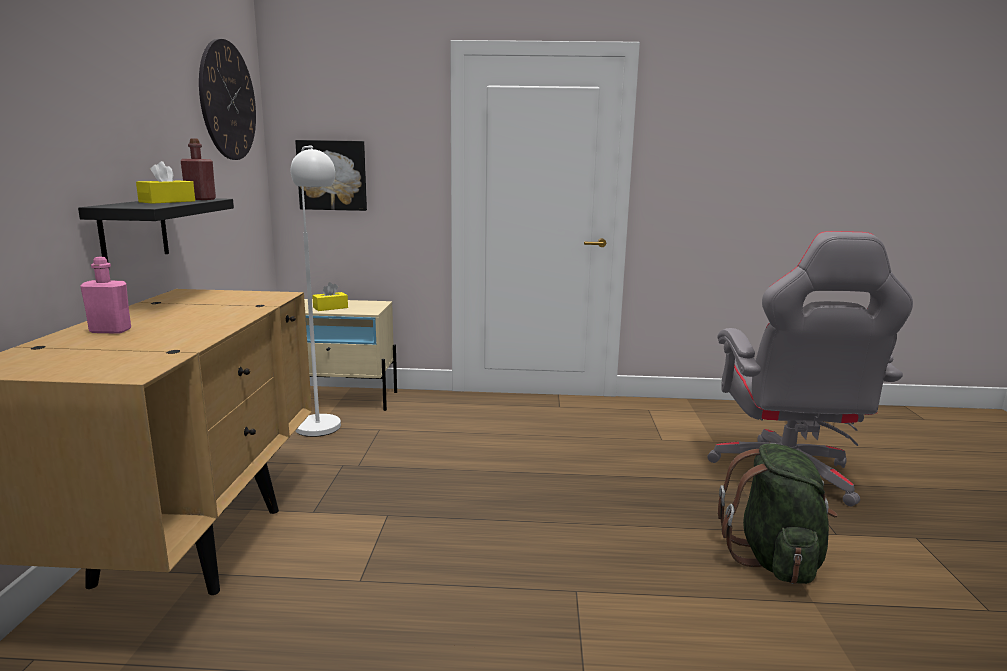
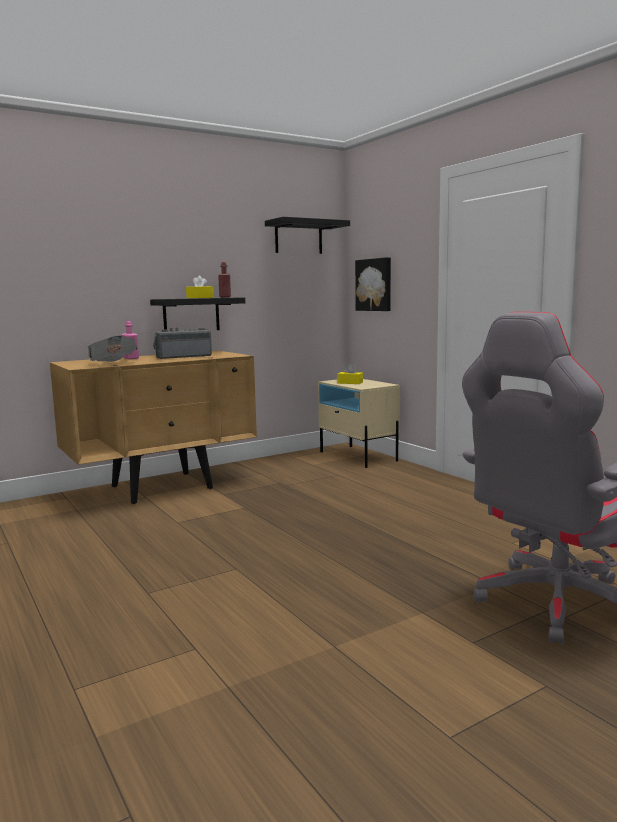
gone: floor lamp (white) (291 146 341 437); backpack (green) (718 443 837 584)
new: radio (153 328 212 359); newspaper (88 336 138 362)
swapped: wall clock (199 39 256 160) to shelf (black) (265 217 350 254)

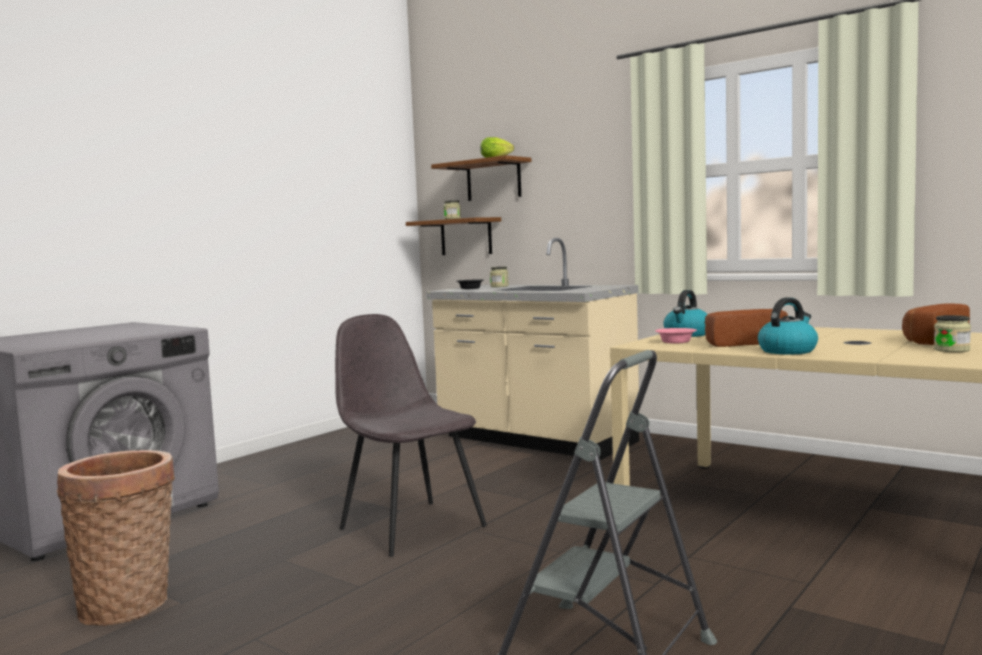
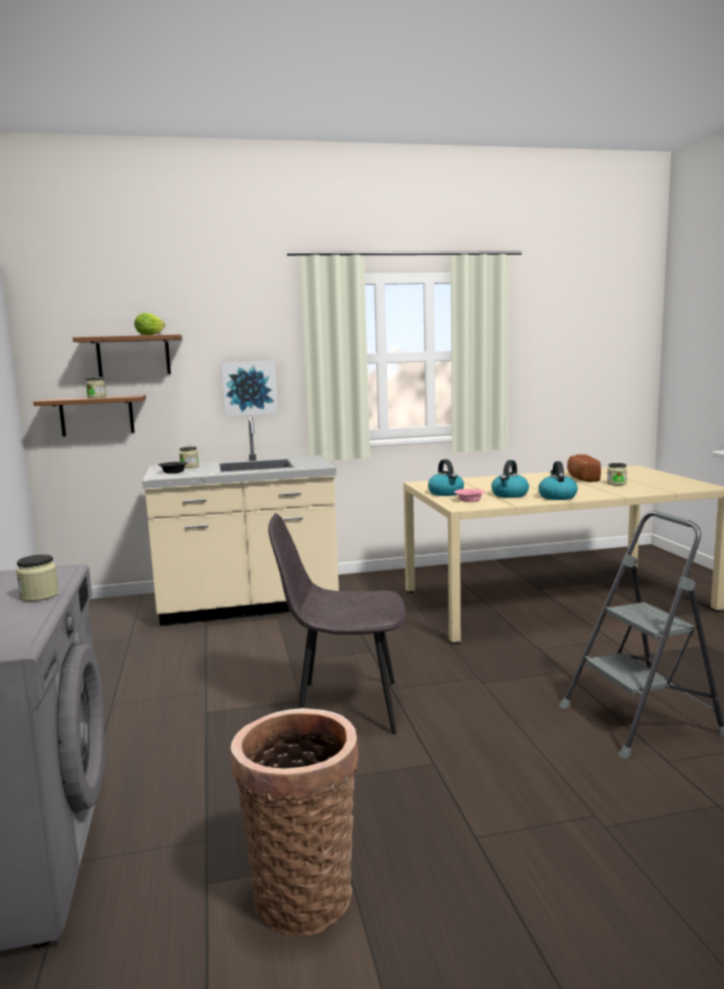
new: picture (221 360 278 416); jar (16 554 59 601)
swapped: bread (705 309 788 347) to kettle (491 460 529 498)

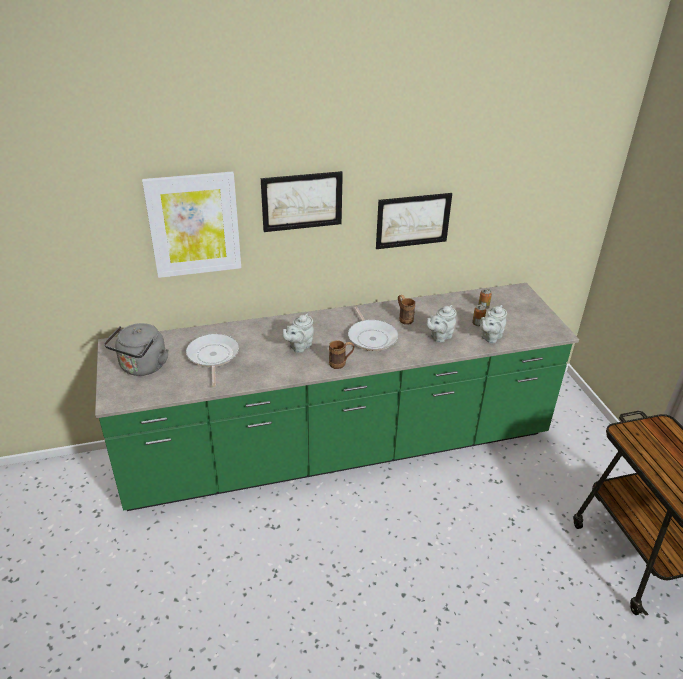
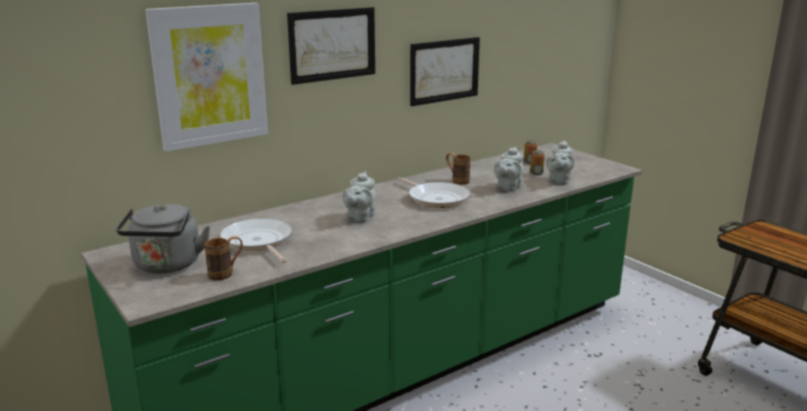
shifted: mug (brown) (329 340 354 369) to (205 236 243 280)

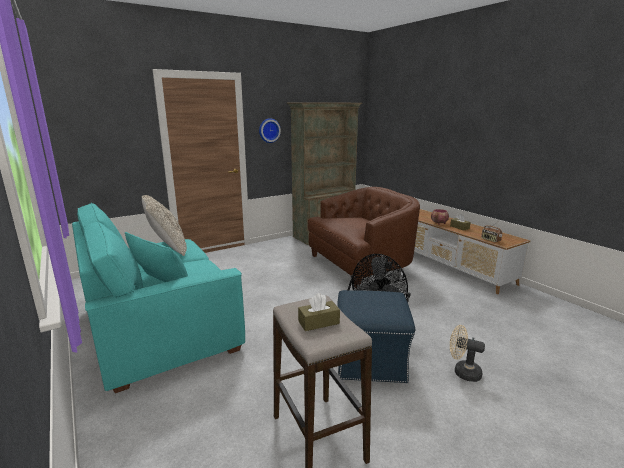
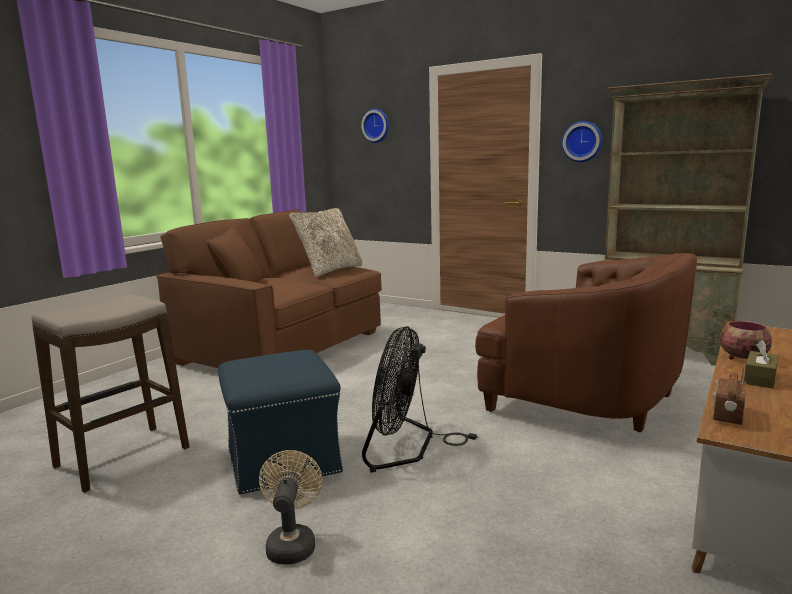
gone: tissue box (brown) (298 293 340 331)
new: wall clock (361 109 389 143)
repainted: sofa (turquoise) (72 203 245 393) to sofa (brown) (156 209 382 368)

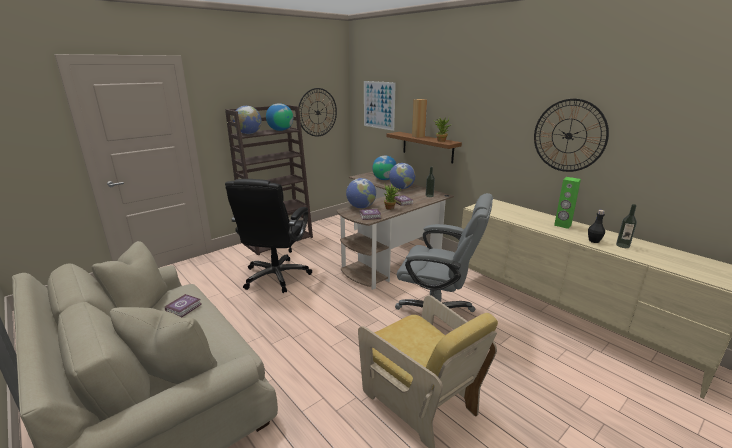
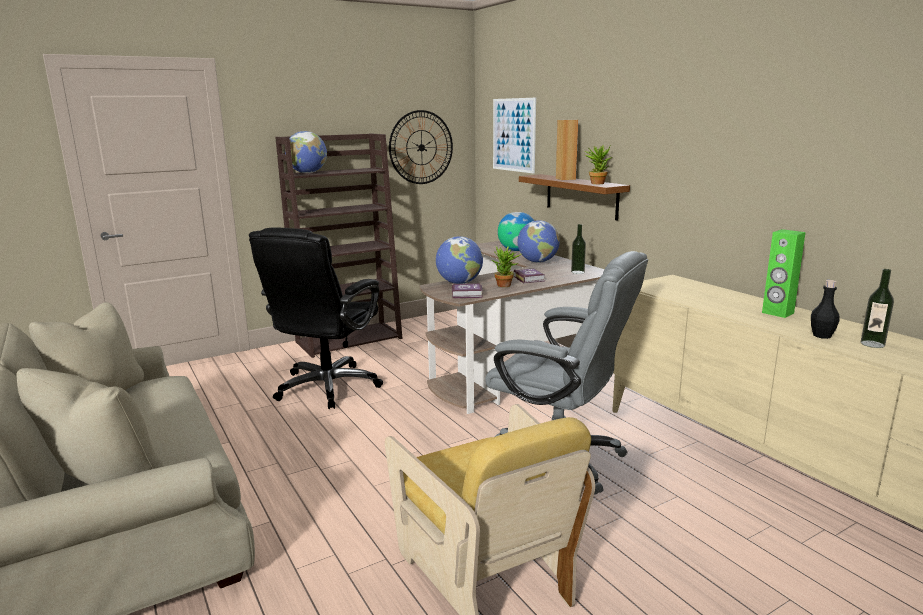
gone: wall clock (534 99 609 172); globe (266 103 293 131); book (165 294 202 317)

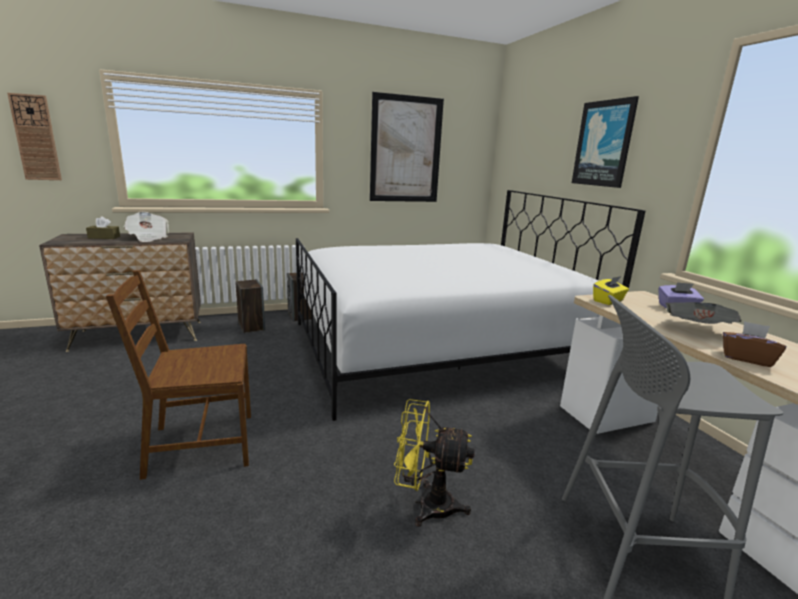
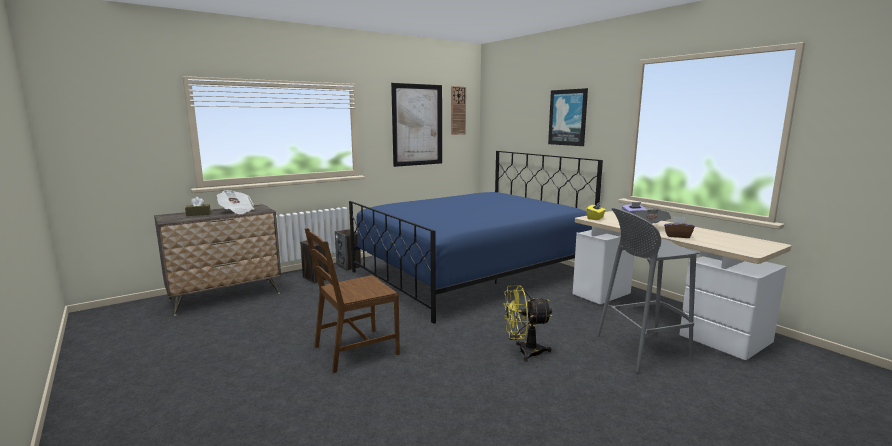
shifted: wall clock (7 93 62 180) to (451 86 466 135)
repainted: bed (white) (296 190 646 421) to bed (blue) (349 151 603 324)

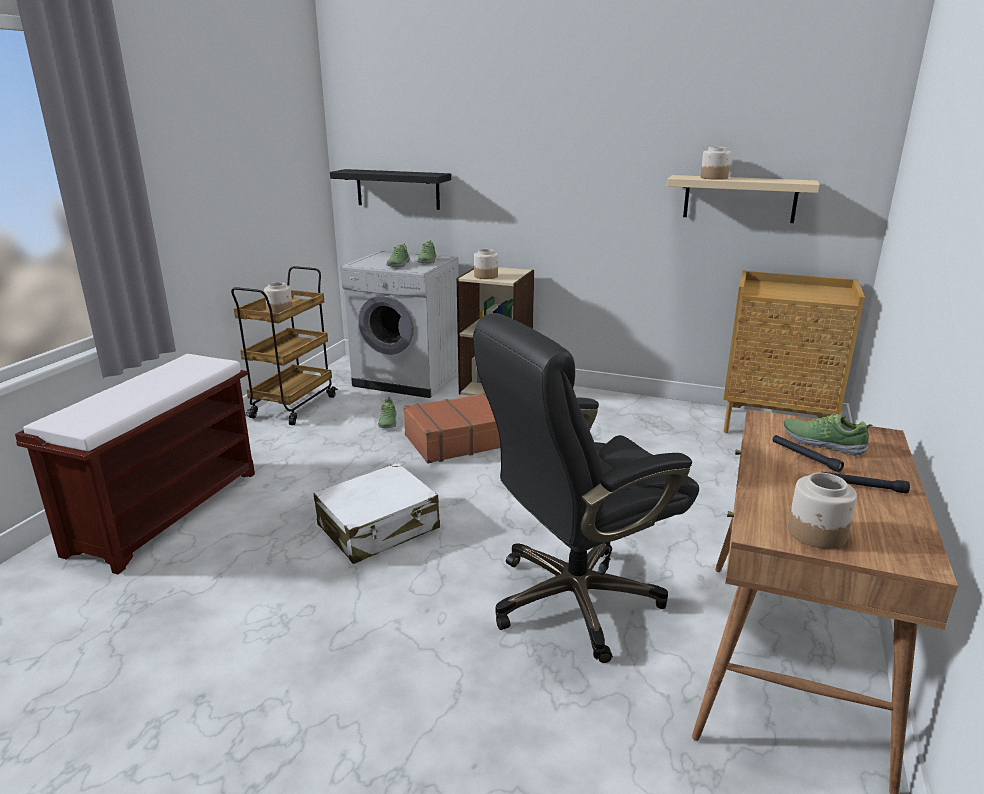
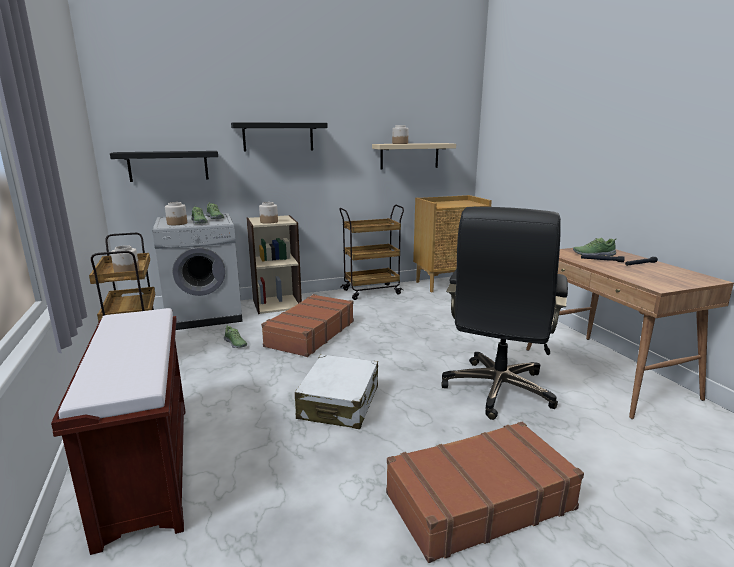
new: shelf (black) (231 122 328 152); cart (brown) (340 205 404 300); suitcase (brown) (386 422 584 563)
shifted: jar (788 473 857 549) to (165 202 187 225)

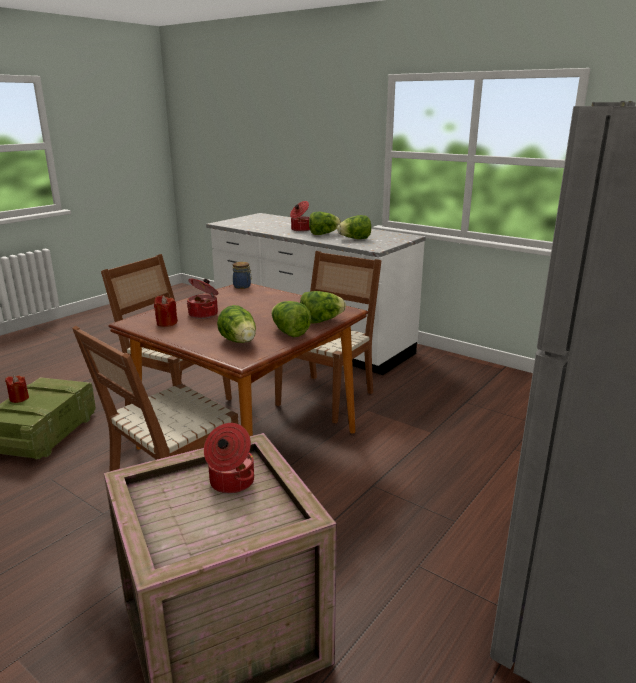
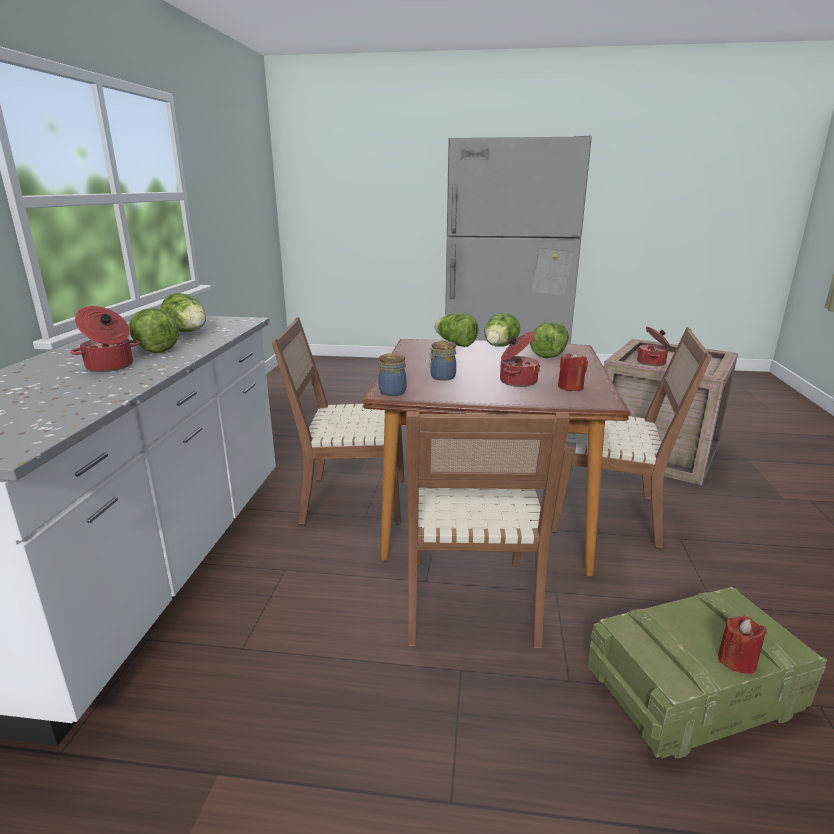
new: jar (429 341 456 381)

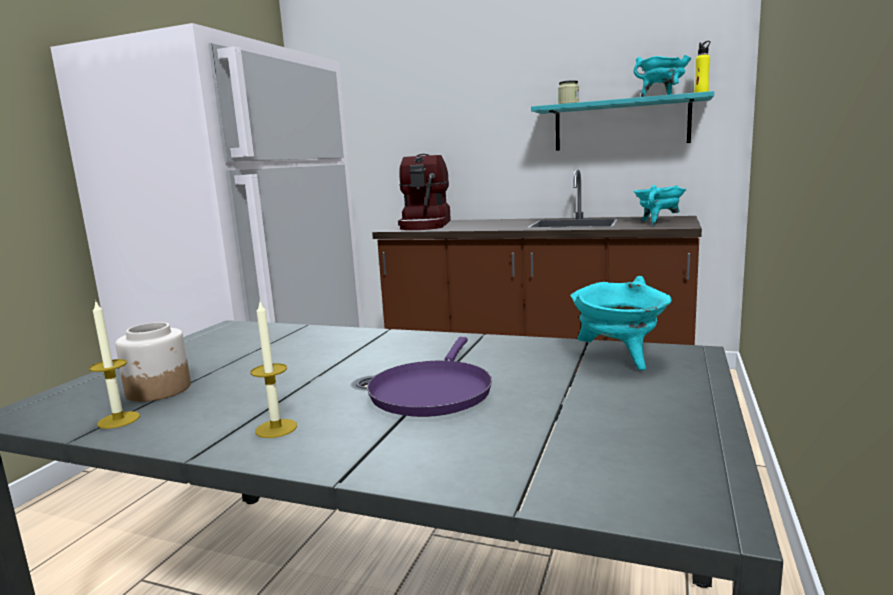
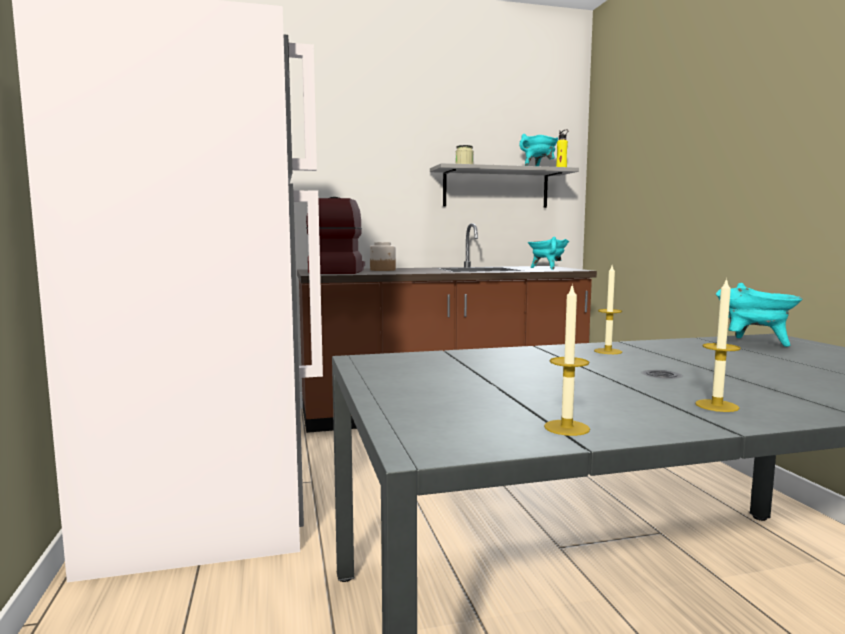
gone: frying pan (purple) (367 337 492 417)
new: candle (594 265 622 354)
shifted: jar (115 322 191 402) to (370 242 396 271)
repainted: shelf (turquoise) (531 91 714 151) to shelf (grey) (430 163 579 208)
rotated: coffee machine (398 154 451 230) = (306 197 365 274) 150 degrees counterclockwise

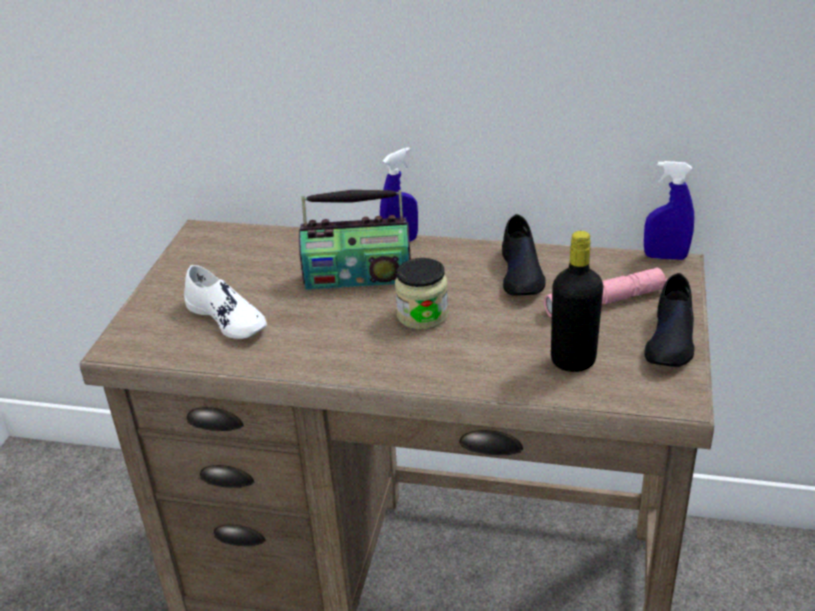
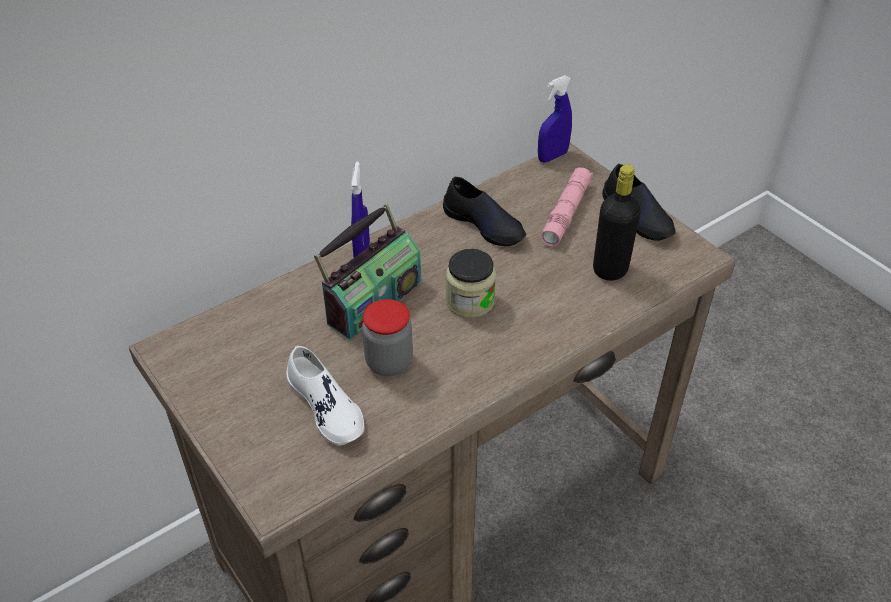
new: jar (362 299 413 376)
rotated: shoe (white) (184 265 267 339) = (286 346 365 446) 60 degrees clockwise

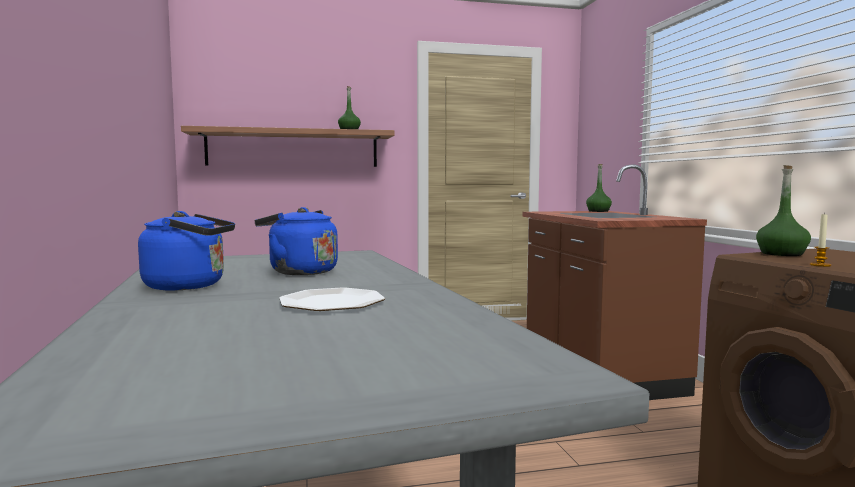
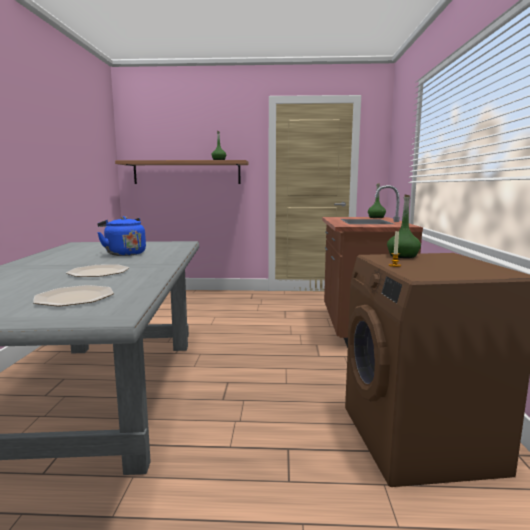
gone: kettle (blue) (138 211 235 290)
new: plate (33 285 114 306)

